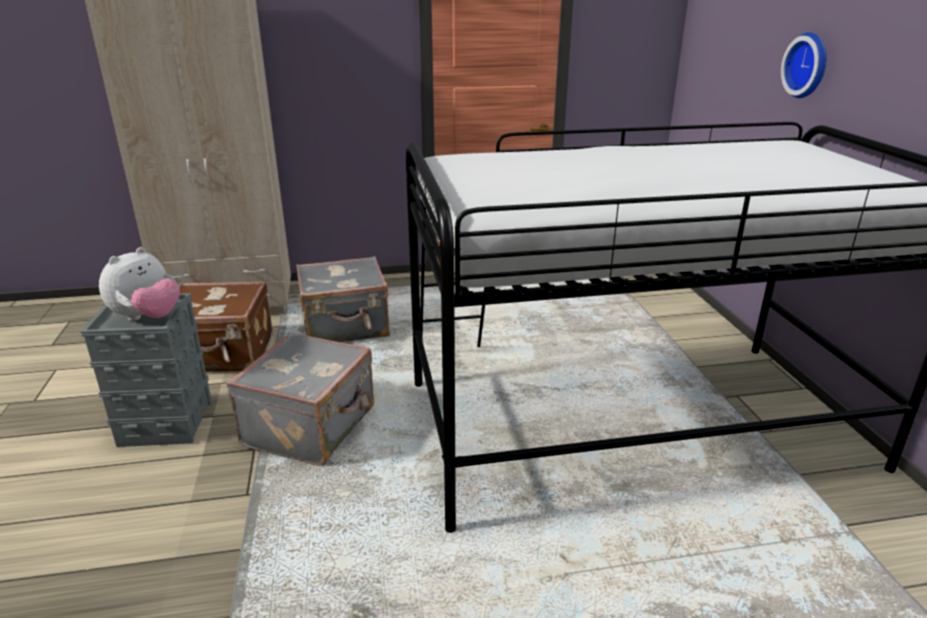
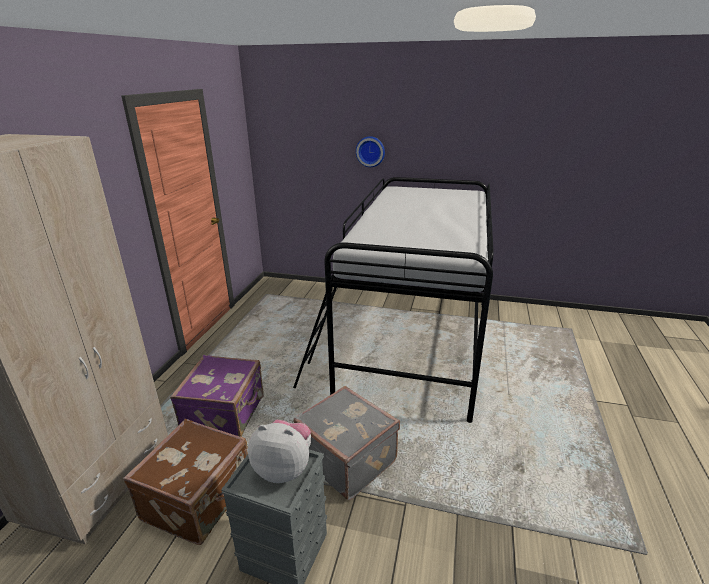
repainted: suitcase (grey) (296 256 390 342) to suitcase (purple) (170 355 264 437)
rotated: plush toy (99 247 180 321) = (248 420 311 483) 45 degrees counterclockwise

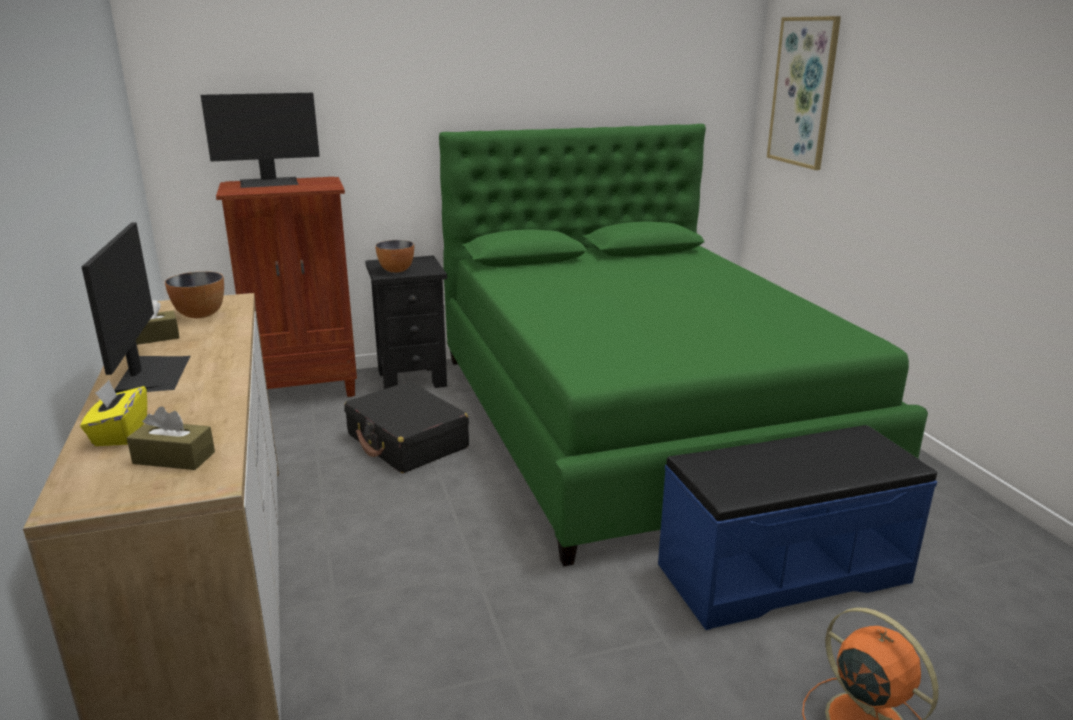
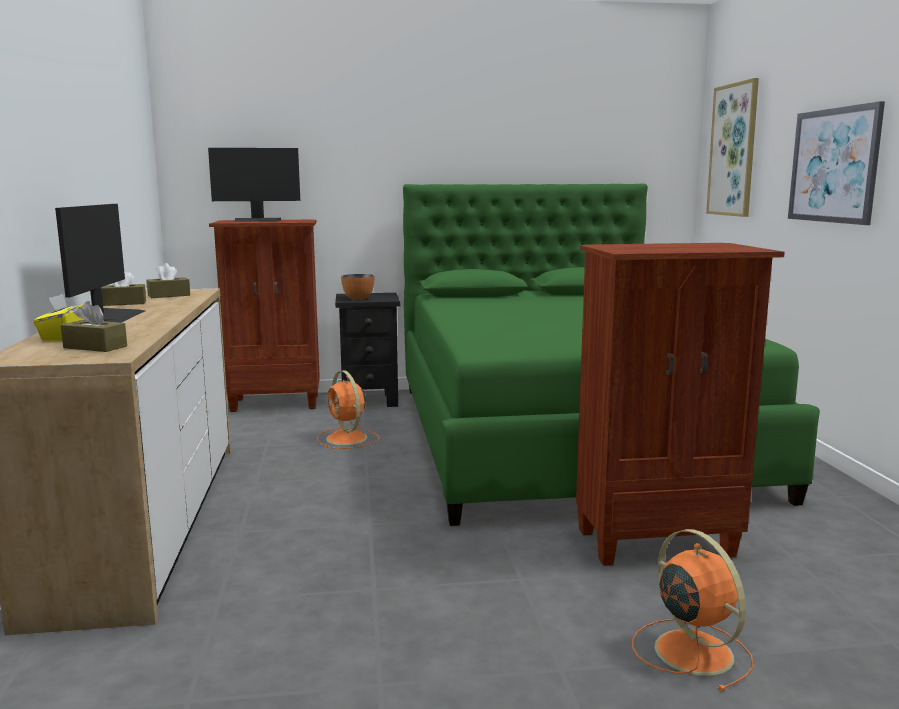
new: picture (788 101 885 225)
swapped: bowl (165 271 224 318) to tissue box (brown) (146 263 190 298); suitcase (black) (344 381 469 473) to fan (orange) (317 370 380 449); bench (blue) (658 425 937 630) to cabinet (brown) (576 243 785 566)

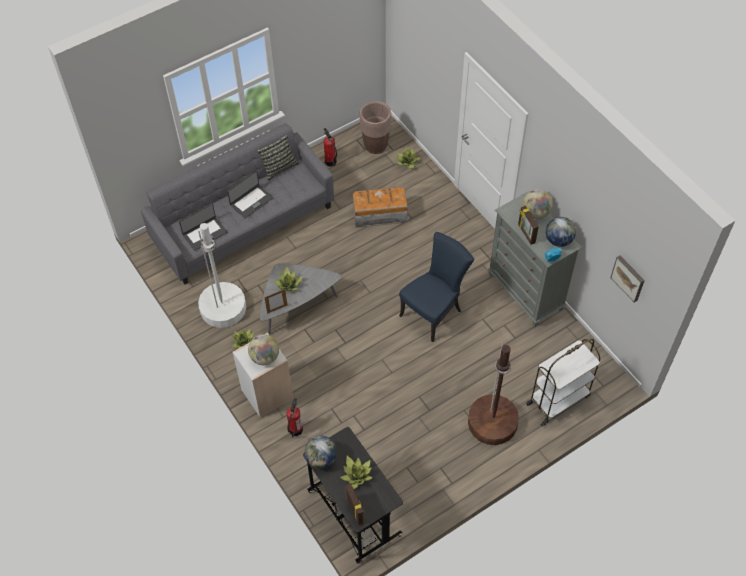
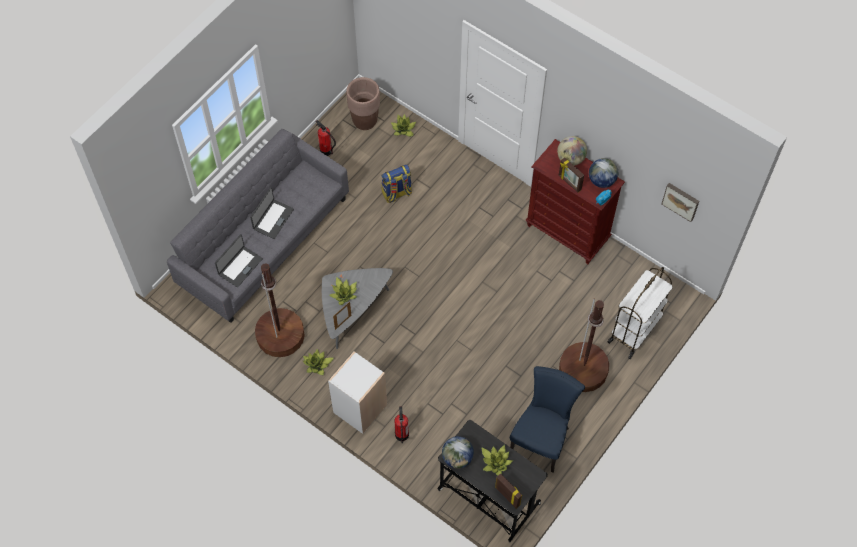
gone: pillow (257 135 299 181); globe (248 334 279 365)
shifted: chair (blue) (399 232 474 342) to (510 366 585 473)
swapped: storage box (353 187 408 228) to backpack (381 164 412 203)
repainted: dresser (grey) (488 192 582 327) to dresser (red) (525 139 625 264); floor lamp (white) (198 223 246 328) to floor lamp (brown) (255 263 305 357)

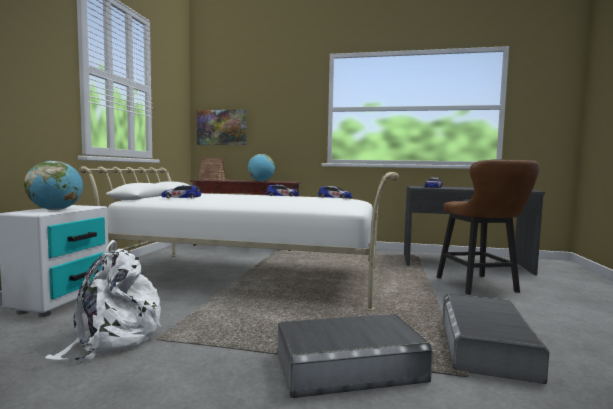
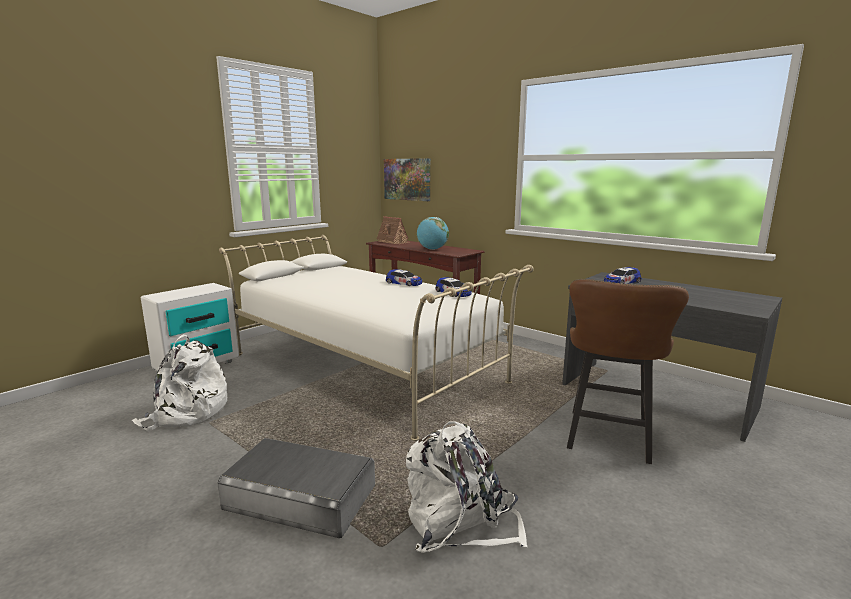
gone: globe (24 161 83 210); toy car (161 185 201 198)
swapped: storage box (grey) (443 294 550 384) to backpack (white) (406 421 527 553)

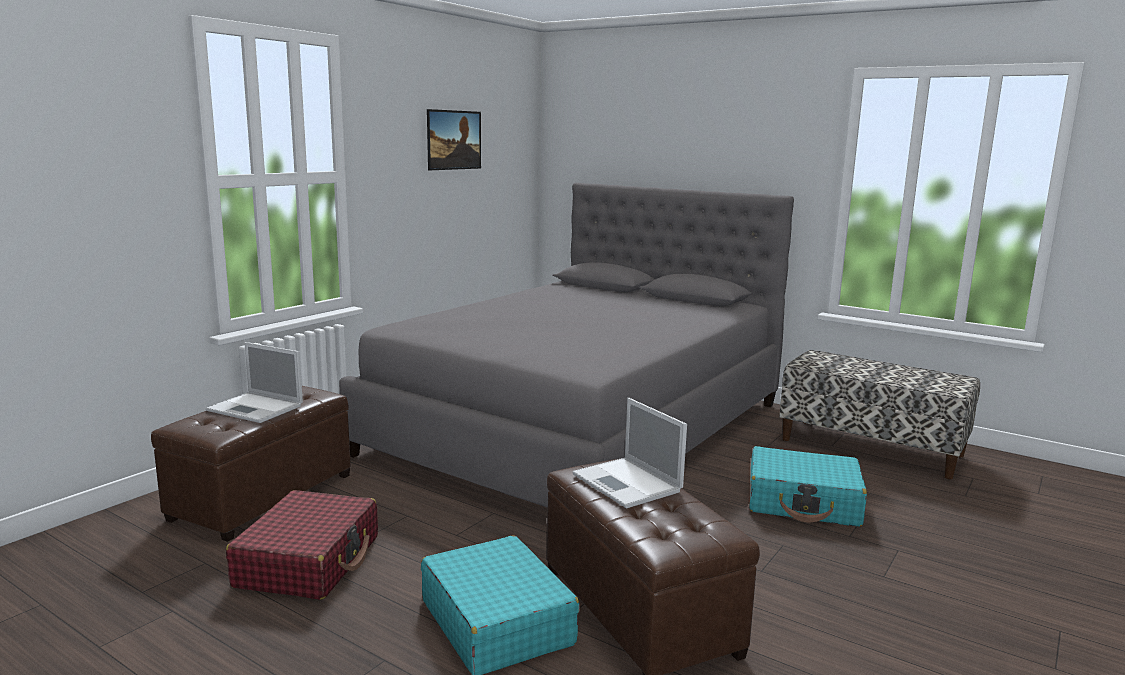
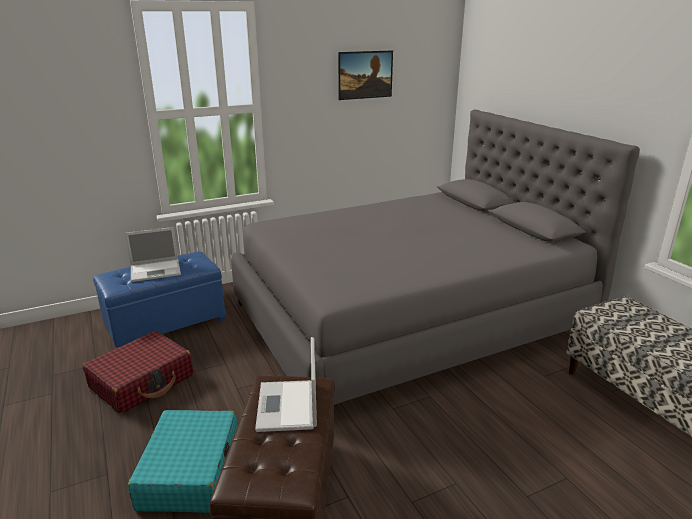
gone: suitcase (turquoise) (749 446 867 527)
repainted: ottoman (brown) (151 386 351 542) to ottoman (blue) (93 251 225 348)
rotated: laptop (206 342 303 423) = (125 227 181 282) 75 degrees counterclockwise

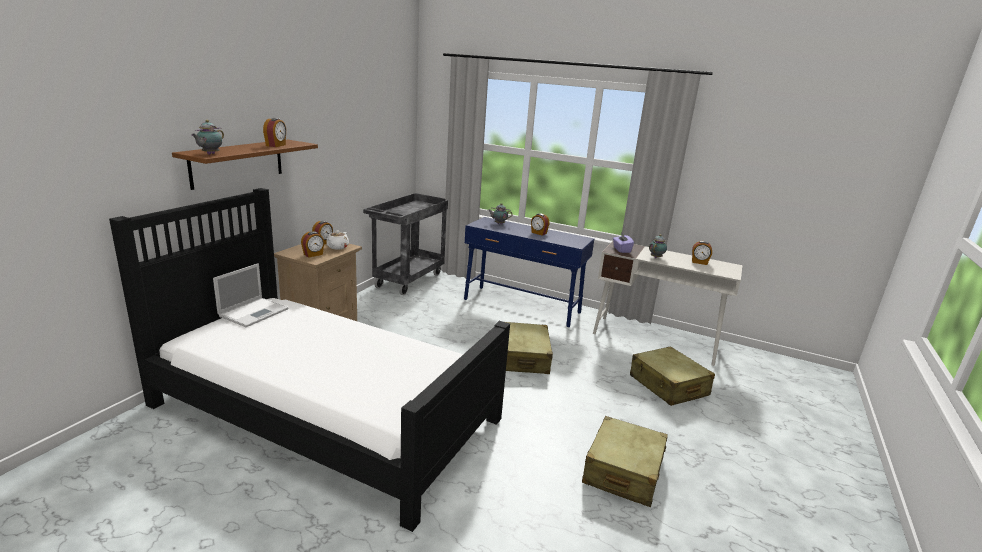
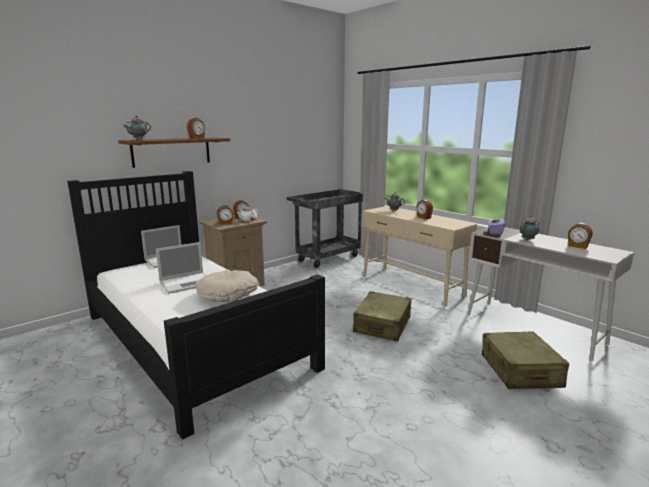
gone: suitcase (beige) (582 416 668 507)
new: laptop (156 242 206 294); pillow (beige) (196 269 258 302)
repainted: console table (blue) (464 217 595 327) to console table (beige) (362 206 477 307)

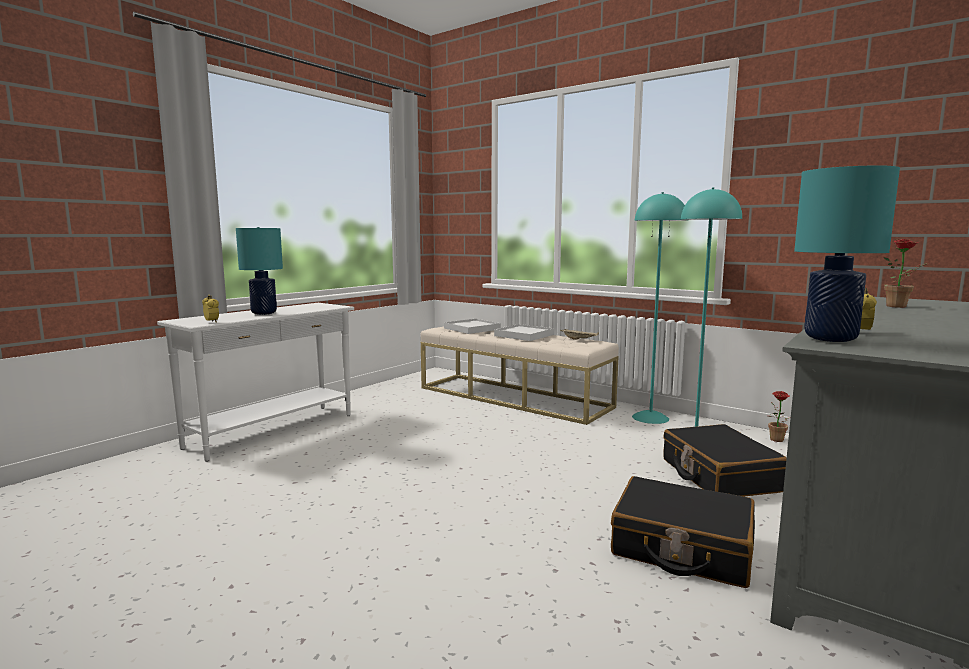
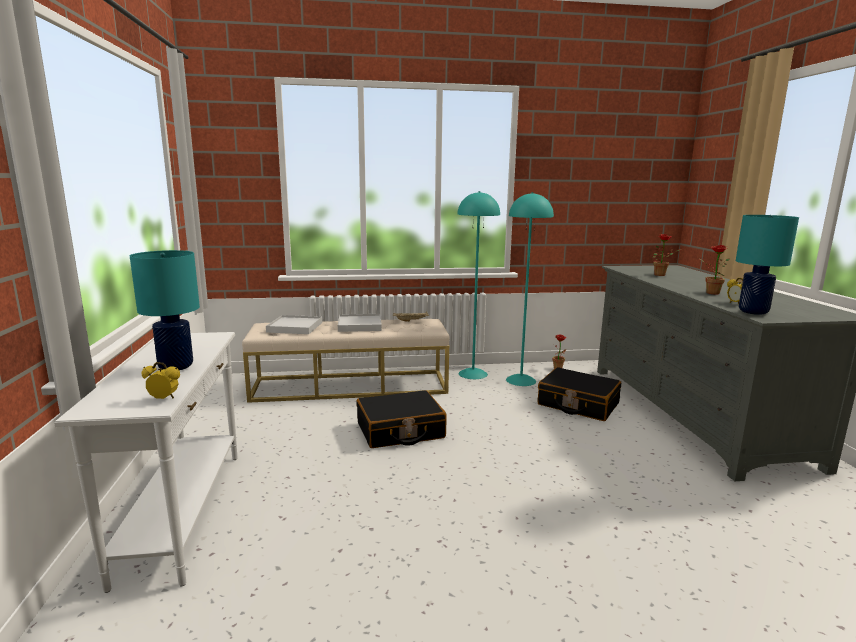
new: potted plant (700 245 730 295)
shifted: suitcase (black) (611 476 755 588) to (357 390 446 448)

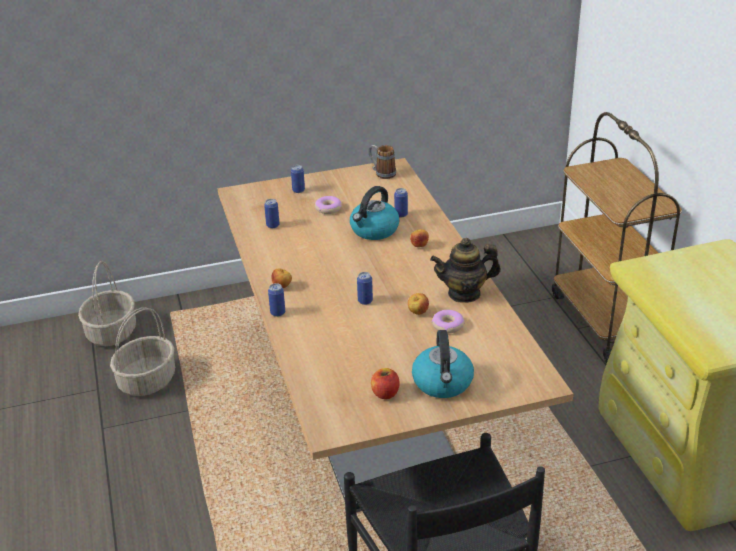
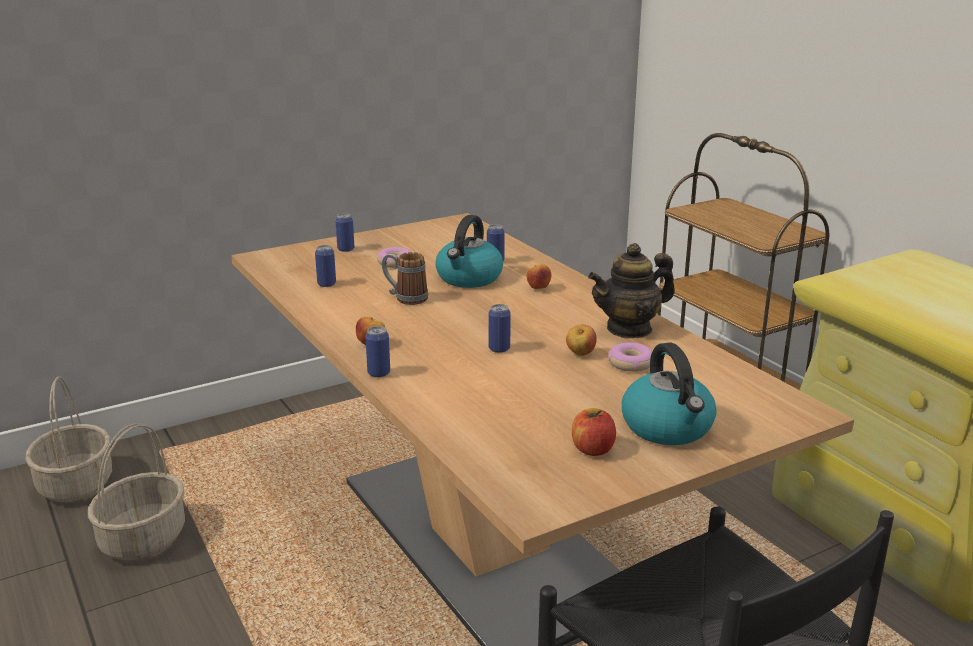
shifted: mug (368 145 396 179) to (382 252 428 305)

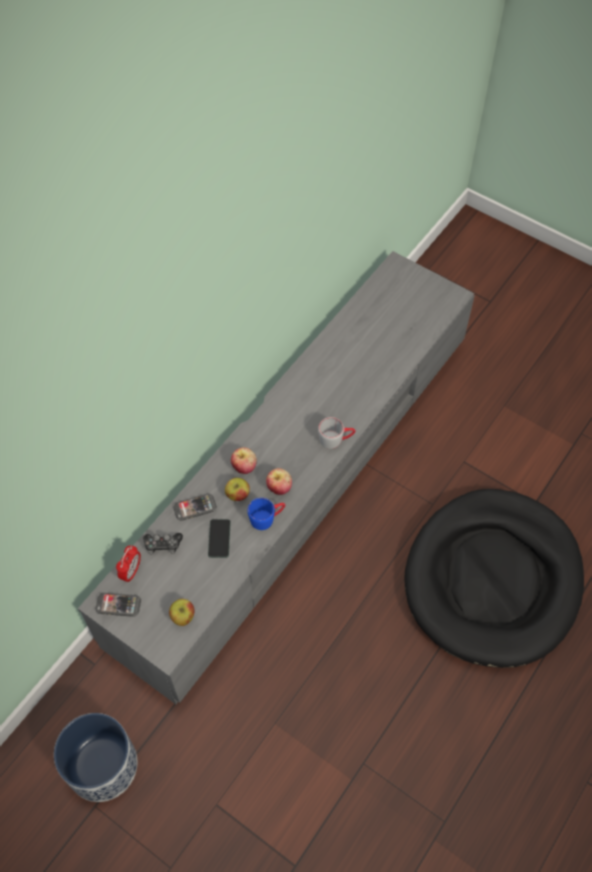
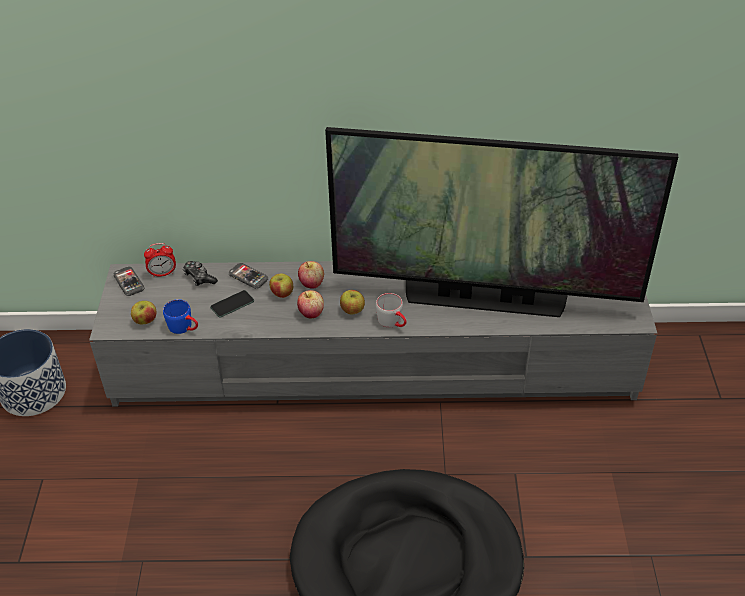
new: television (325 127 678 317); apple (340 290 365 315)
shifted: mug (blue) (248 498 285 530) to (163 299 198 334)

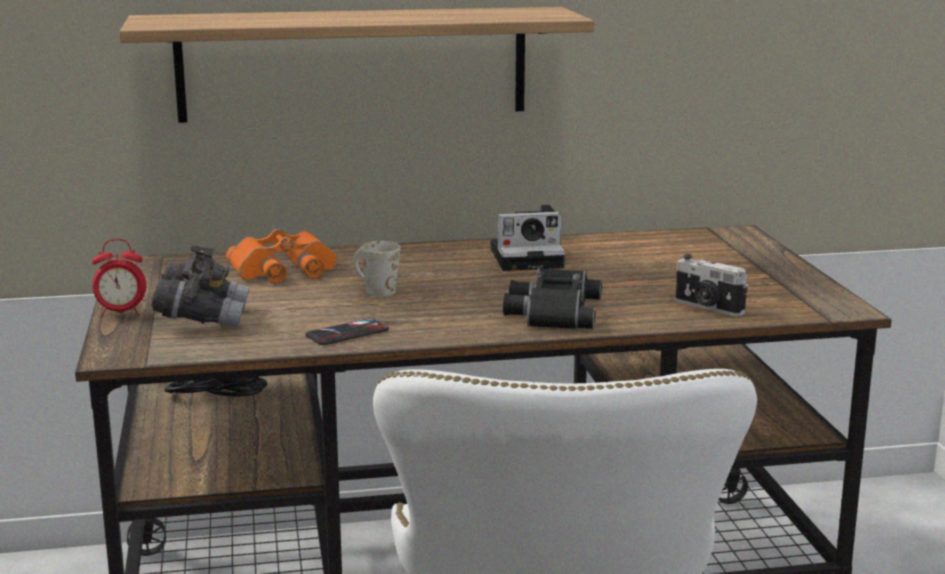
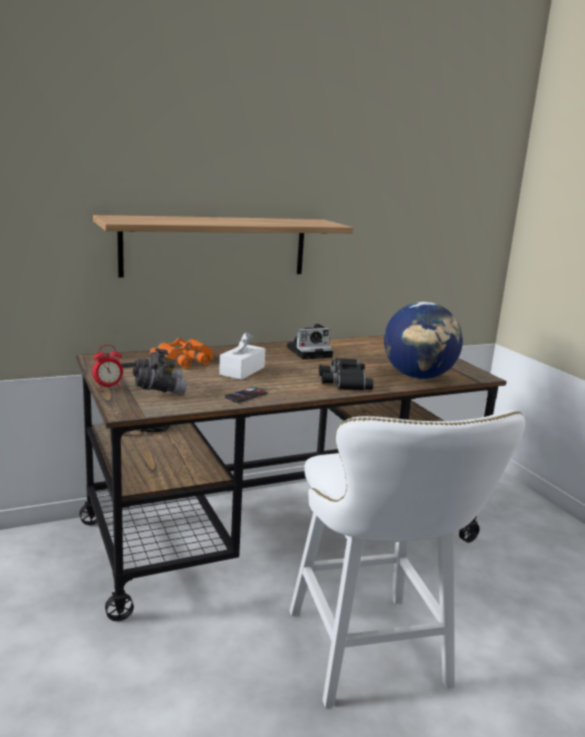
swapped: mug (white) (353 241 400 297) to tissue box (white) (219 332 265 380); photo camera (676 254 748 316) to globe (384 302 463 379)

